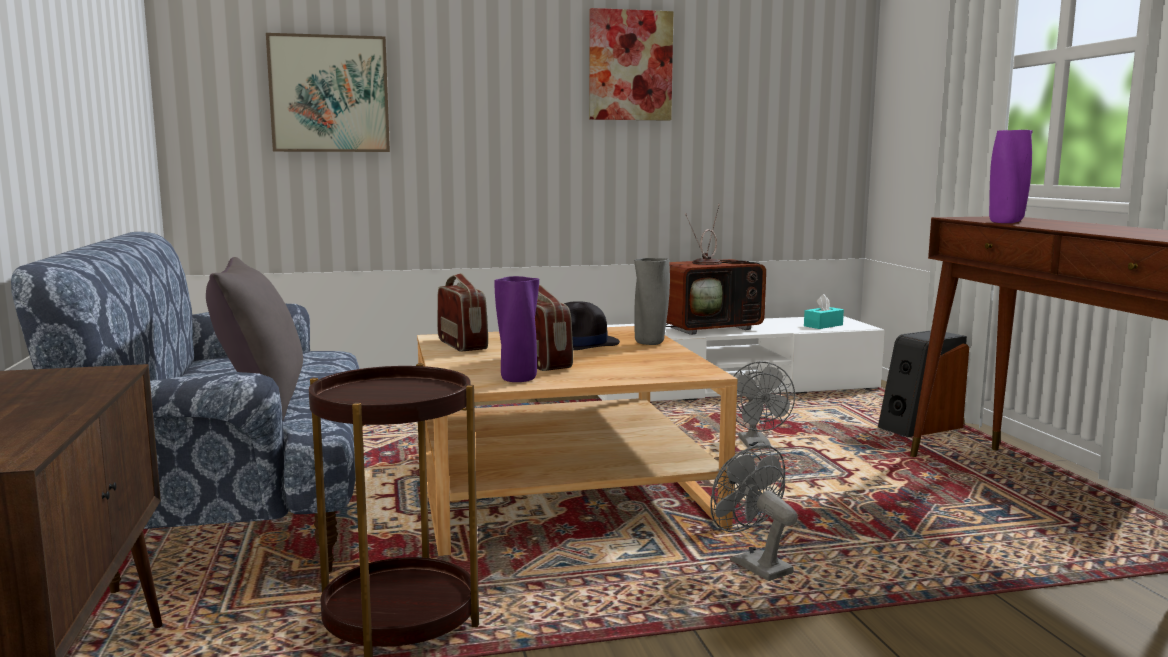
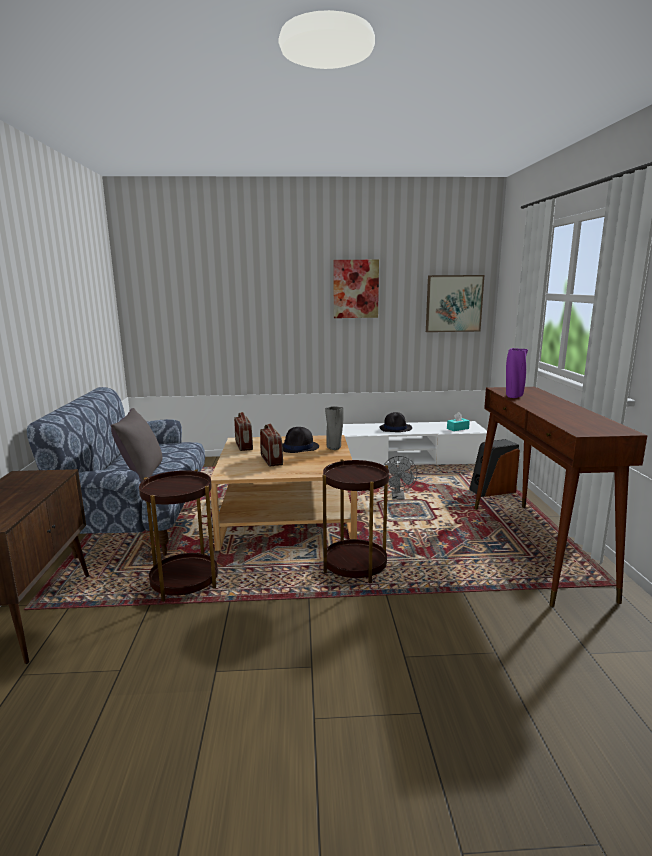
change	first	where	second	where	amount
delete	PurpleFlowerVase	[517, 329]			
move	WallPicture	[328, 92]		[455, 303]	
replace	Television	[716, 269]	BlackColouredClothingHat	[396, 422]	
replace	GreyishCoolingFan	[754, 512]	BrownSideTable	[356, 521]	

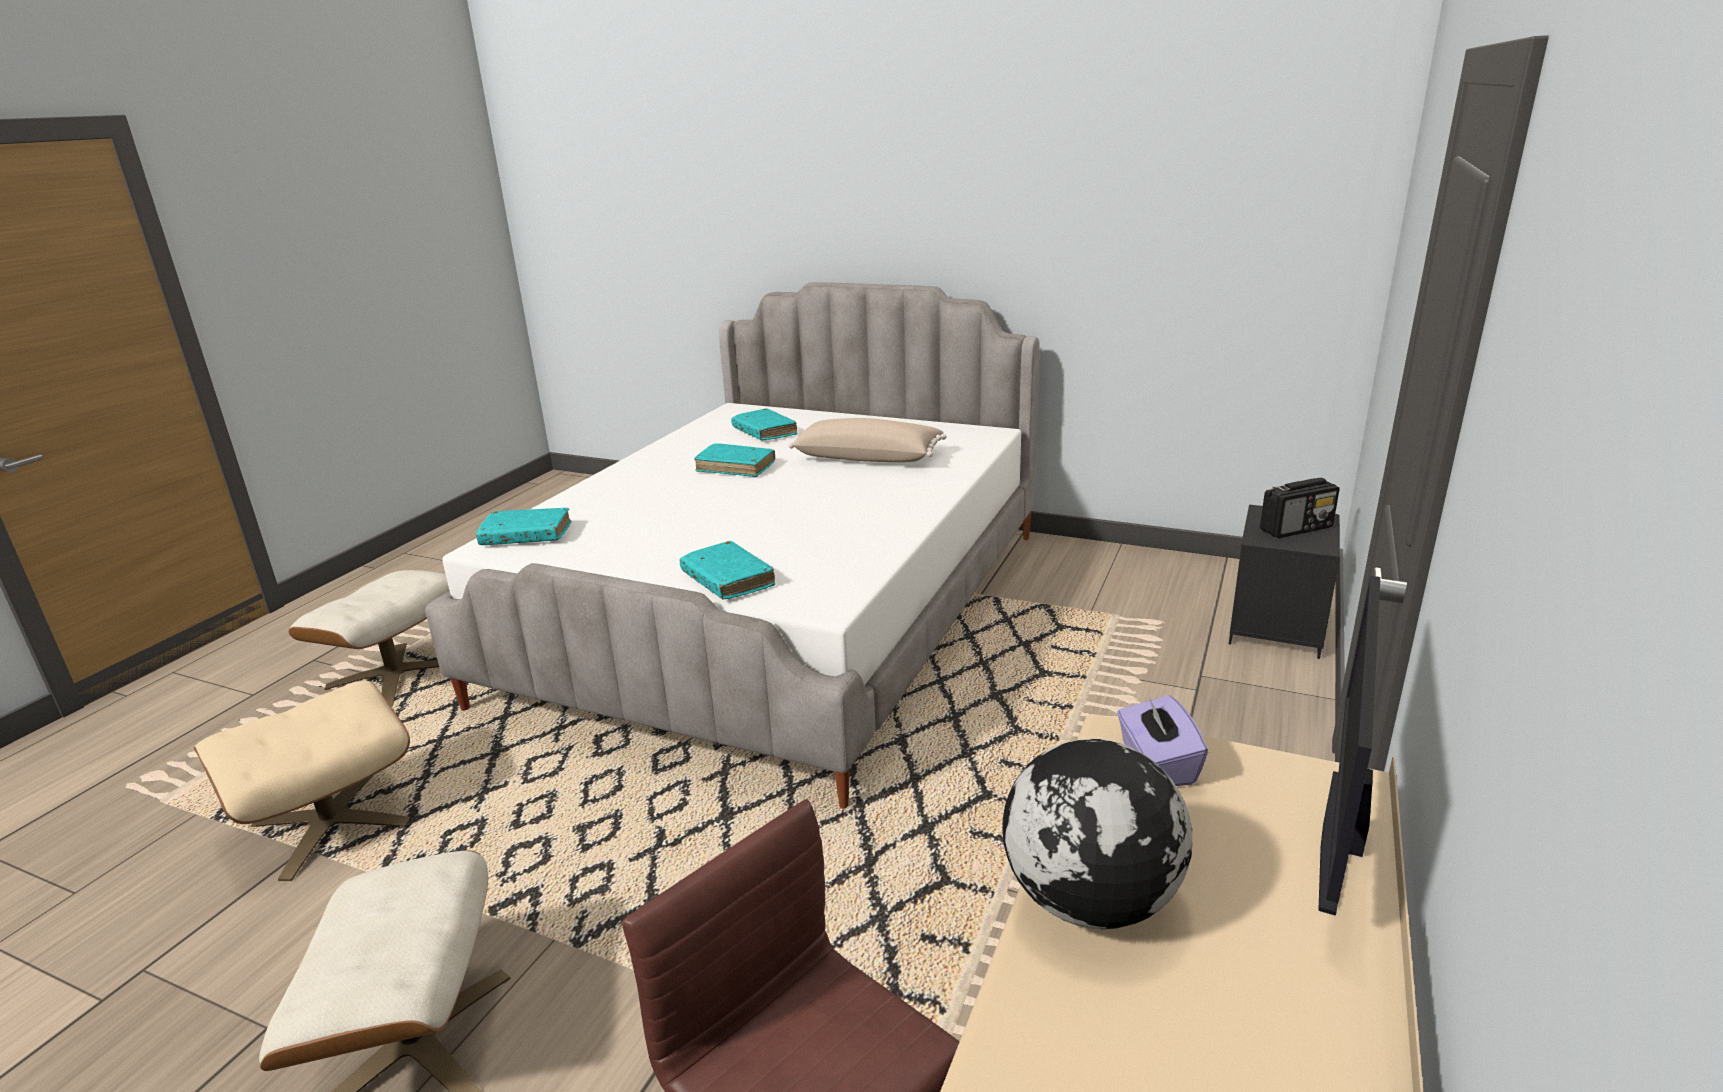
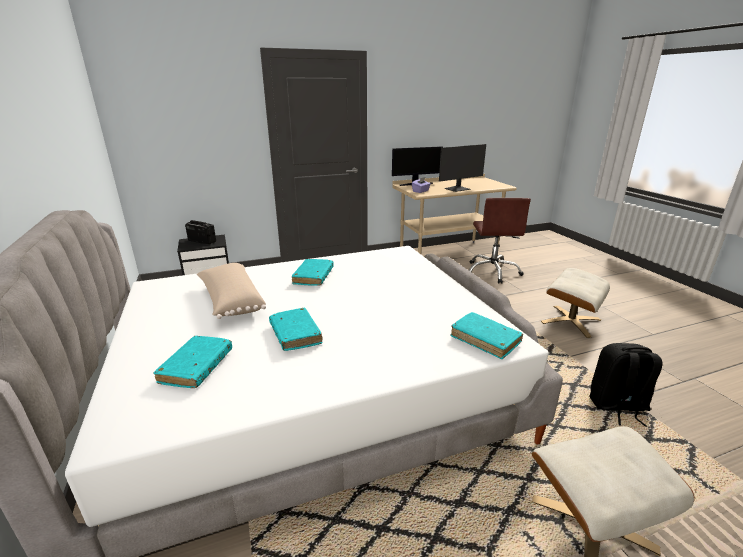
change	first	where	second	where	amount
move	BlueGreenBook	[728, 570]		[312, 272]	
replace	BeigeOttoman	[302, 781]	BlackColouredRucksack	[625, 385]	
replace	DeskGlobe	[1097, 834]	Monitor	[462, 168]	

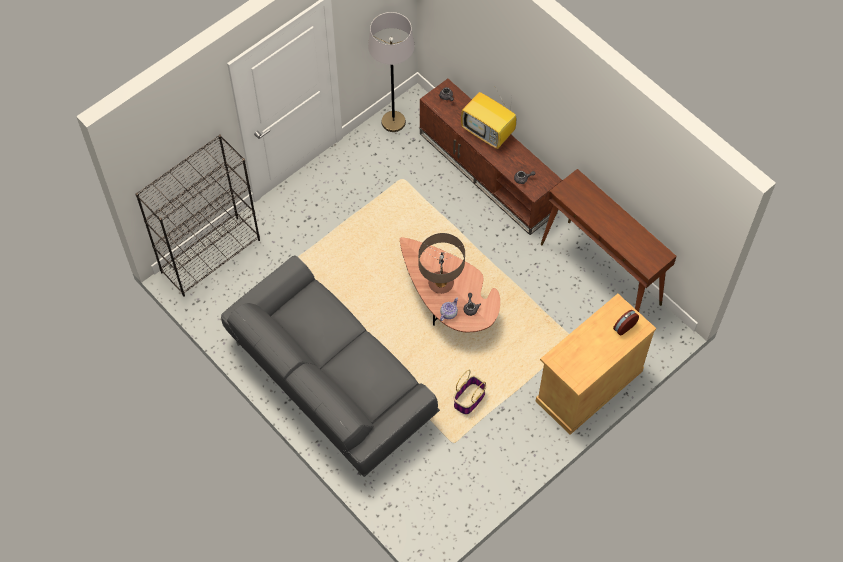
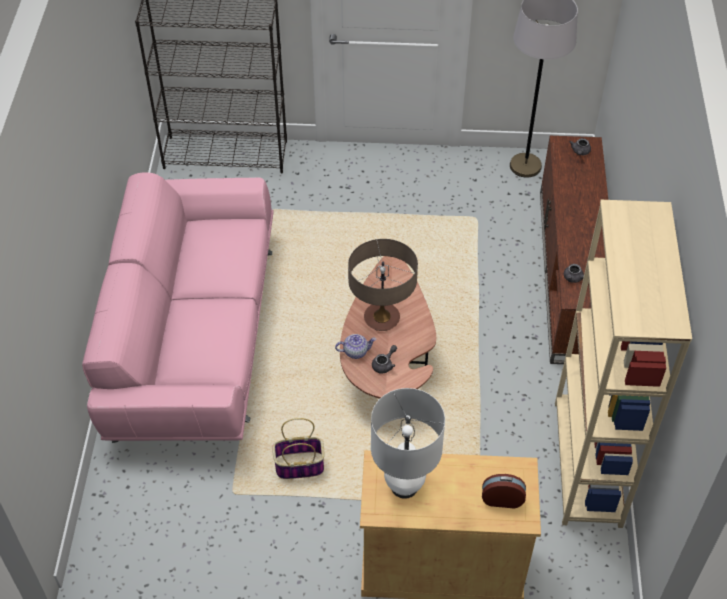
change	first	where	second	where	amount
delete	Television	[488, 118]			
insert			WhitishTableLamp	[408, 443]	
replace	BrownHallTable	[609, 240]	BeigeShelvingUnit	[623, 364]	
recolor	GreyishSettee	[330, 366]	PinkishSettee	[178, 307]	

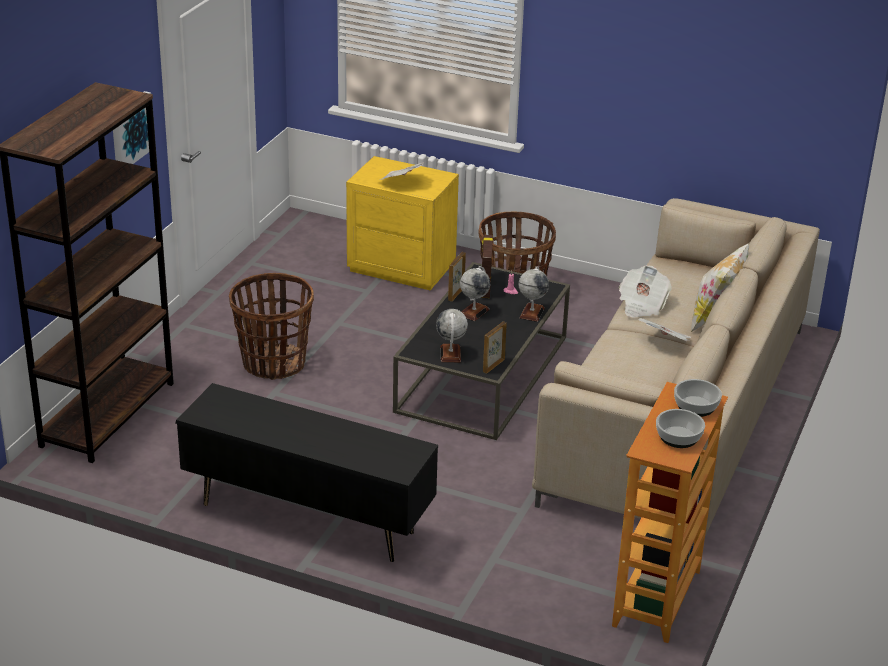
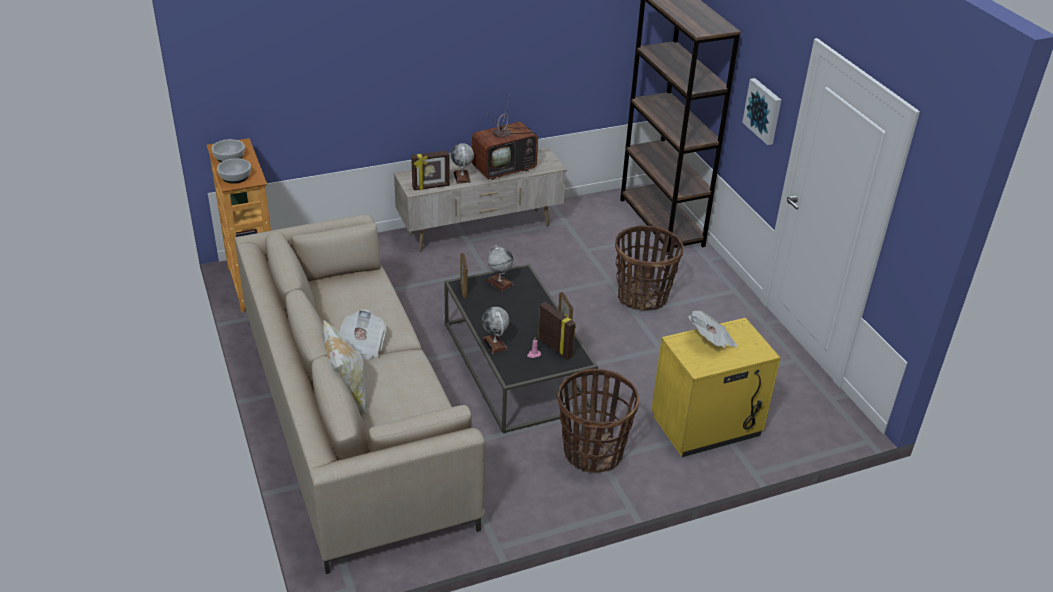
change	first	where	second	where	amount
delete	Newspaper	[645, 291]			
insert			StandingFrame	[430, 170]	
insert			Television	[505, 137]	
move	DeskGlobe	[475, 293]		[462, 163]	
recolor	BlackColouredTvUnit	[306, 472]	BeigeTvUnit	[480, 199]	

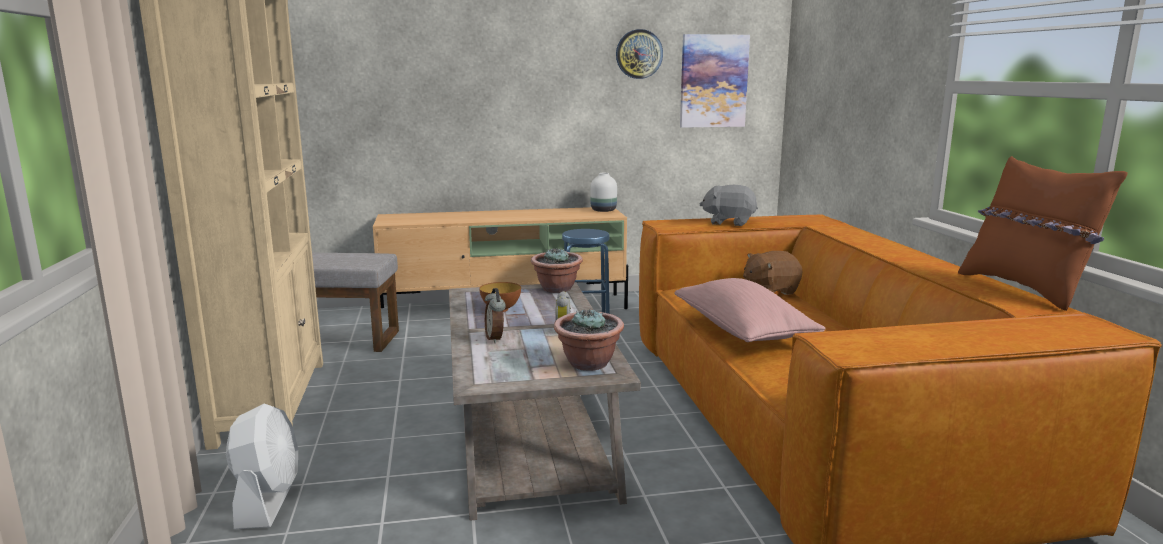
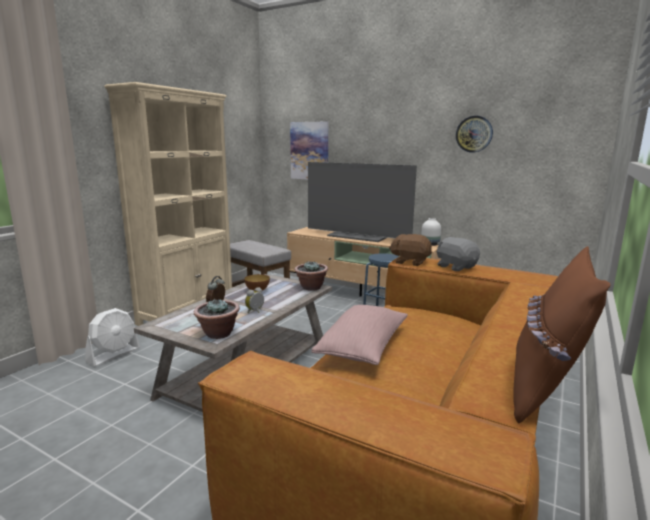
change	first	where	second	where	amount
insert			Television	[362, 202]	
move	WallPicture	[715, 81]		[309, 150]	
move	BrownSoftToy	[772, 272]		[410, 250]	

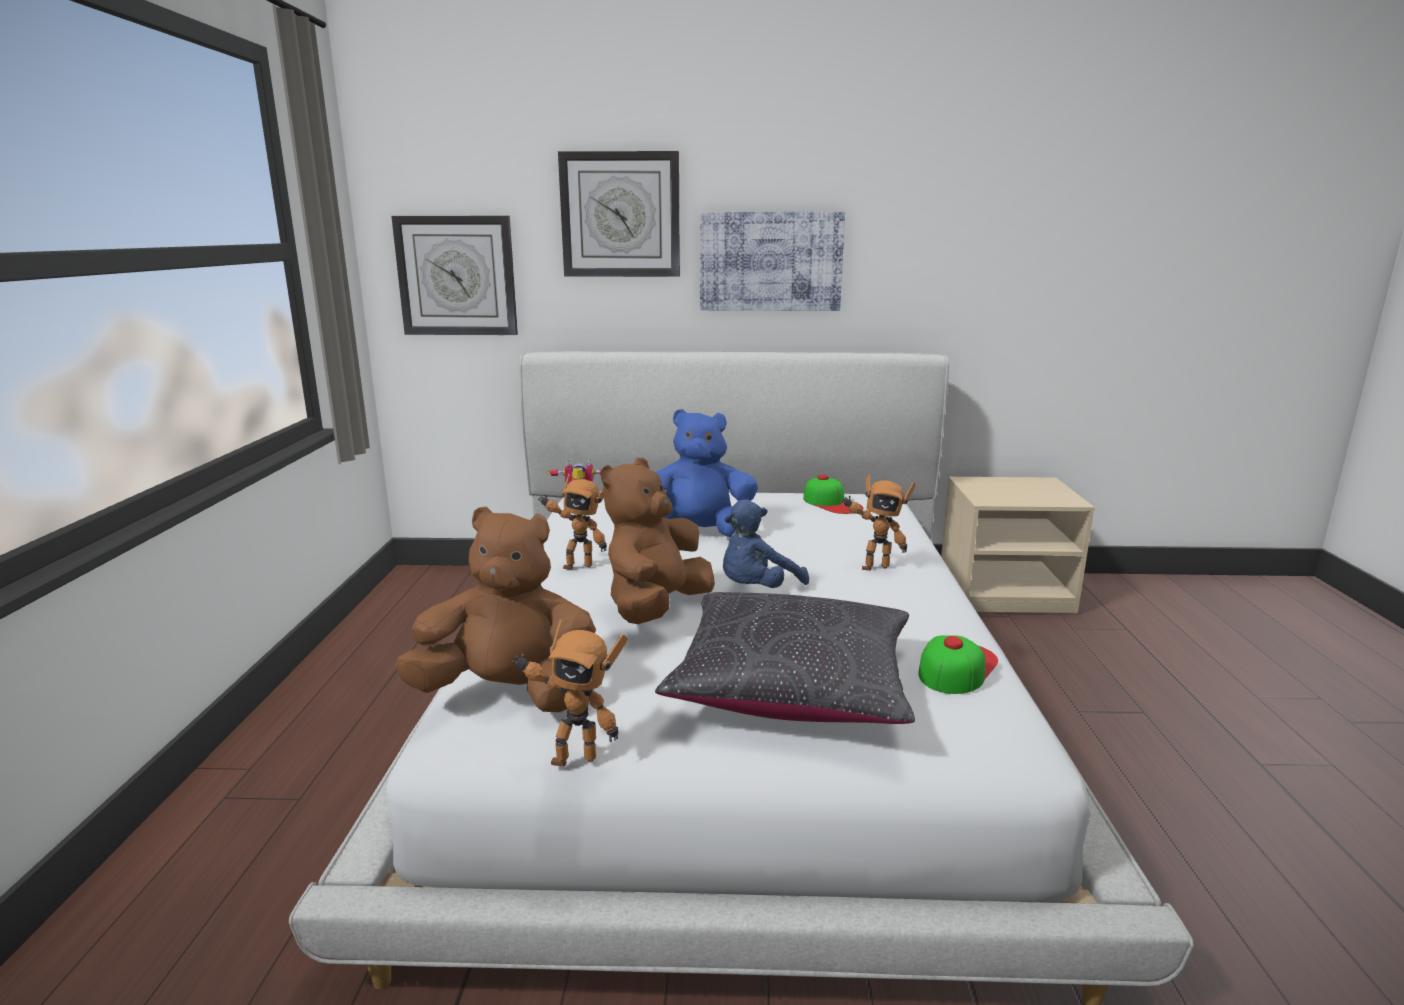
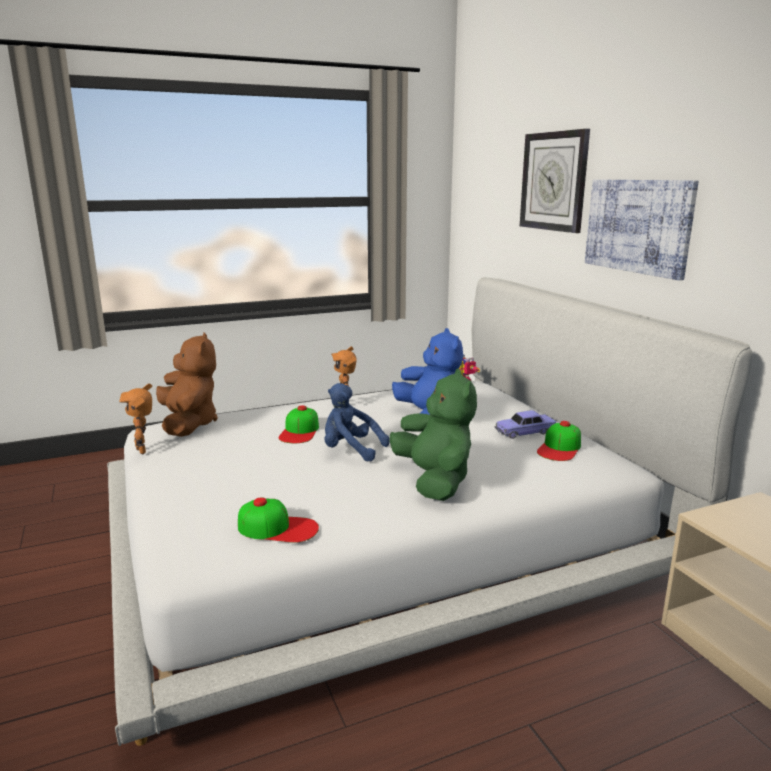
change	first	where	second	where	amount
delete	ClockOnTheWall	[454, 275]			
delete	BlackColouredPillow	[785, 658]			
insert			ToyCar	[525, 424]	
replace	BrownSoftToy	[658, 541]	BaseballCap	[299, 424]	
replace	ToyRobot	[878, 523]	GreenSoftToy	[433, 435]	

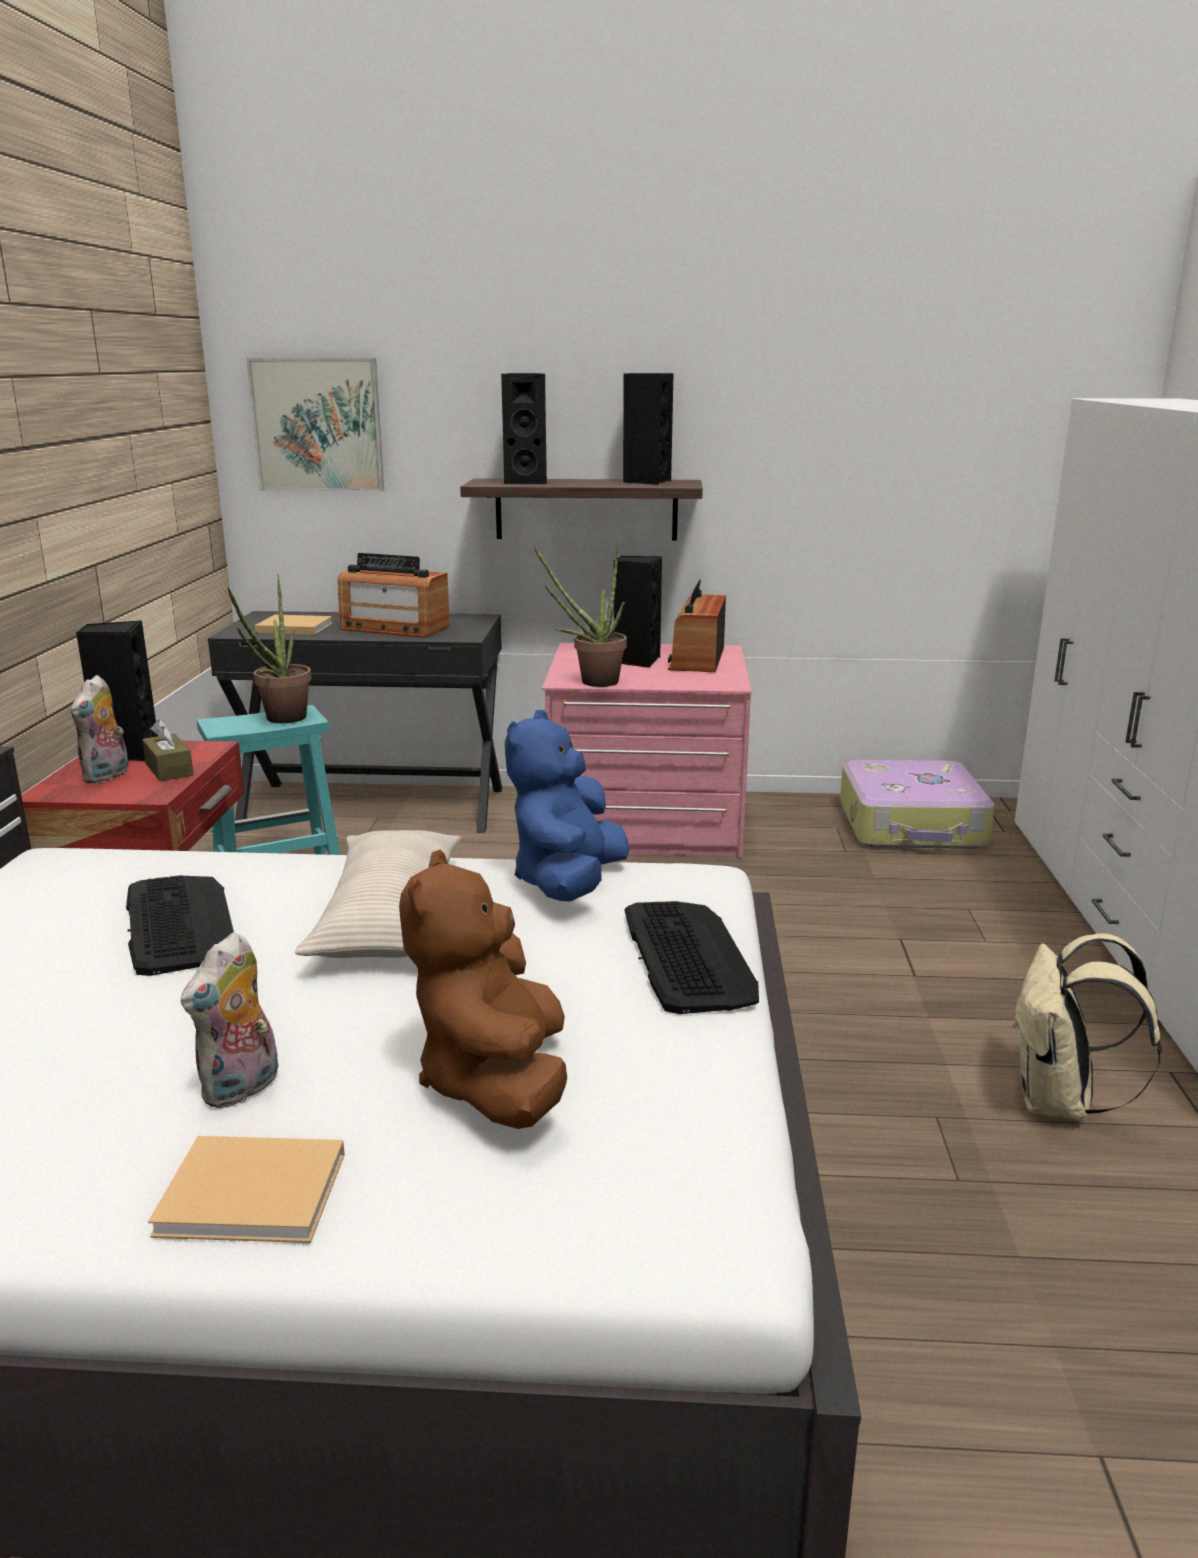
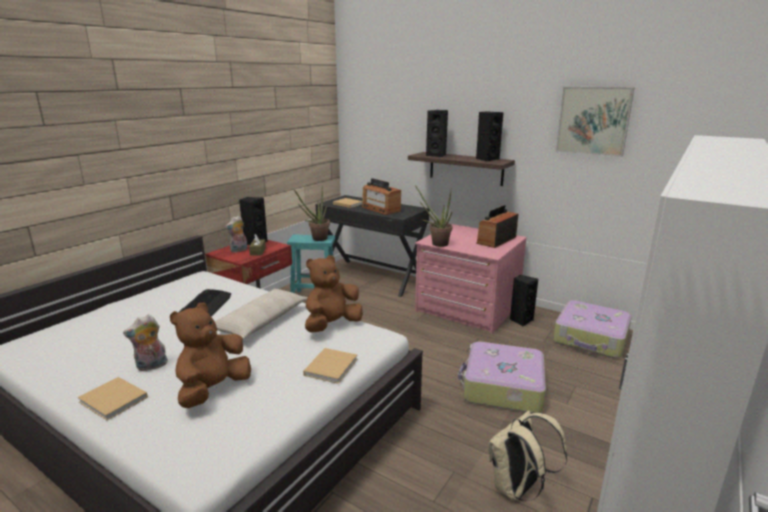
change	first	where	second	where	amount
insert			TravelCase	[502, 377]	
move	WallPicture	[315, 424]		[595, 122]	
move	BlackColouredAudioSpeaker	[638, 612]		[524, 300]	
replace	ComputerKeyboard	[692, 957]	BeigeBook	[330, 366]	
recolor	BlueSoftToy	[567, 805]	BrownSoftToy	[334, 294]	

